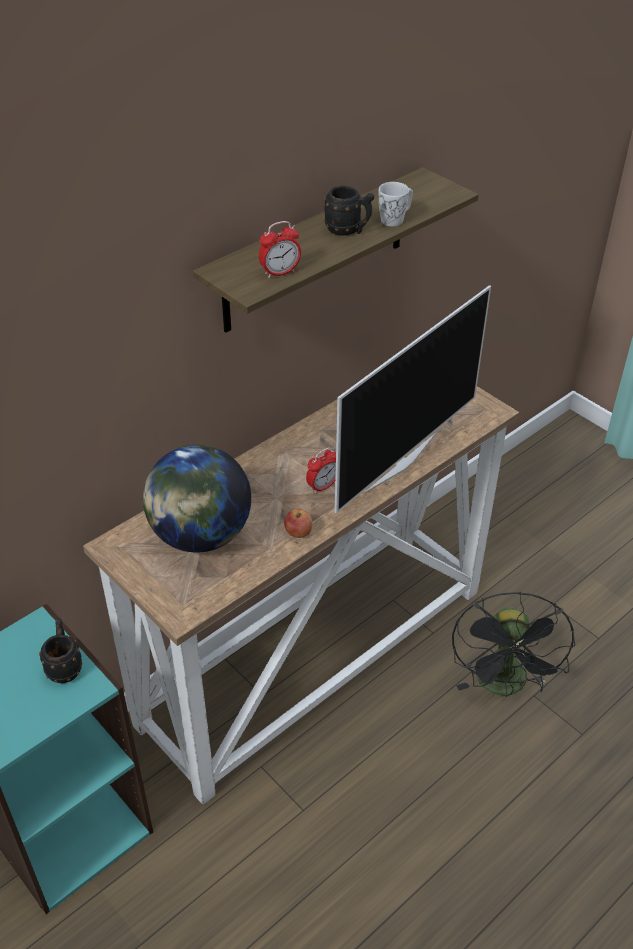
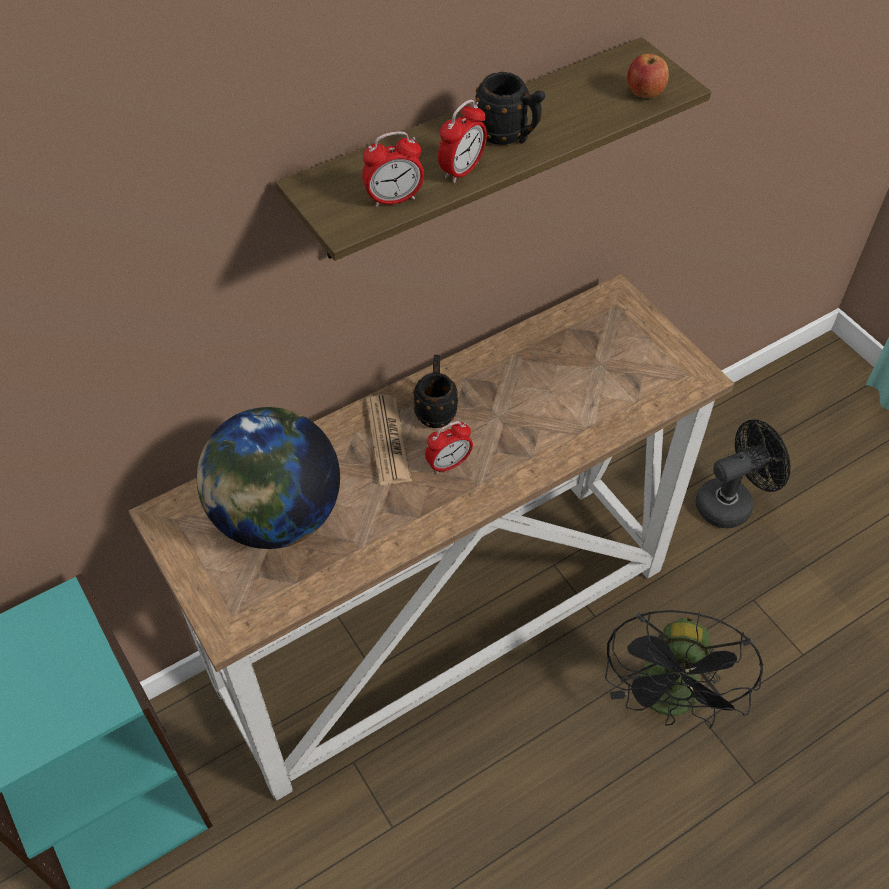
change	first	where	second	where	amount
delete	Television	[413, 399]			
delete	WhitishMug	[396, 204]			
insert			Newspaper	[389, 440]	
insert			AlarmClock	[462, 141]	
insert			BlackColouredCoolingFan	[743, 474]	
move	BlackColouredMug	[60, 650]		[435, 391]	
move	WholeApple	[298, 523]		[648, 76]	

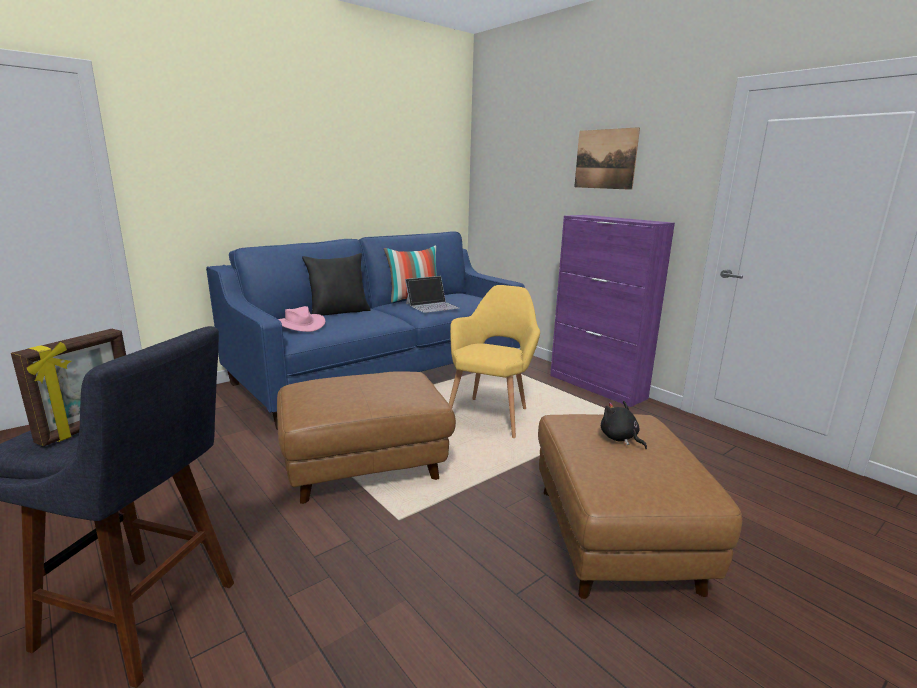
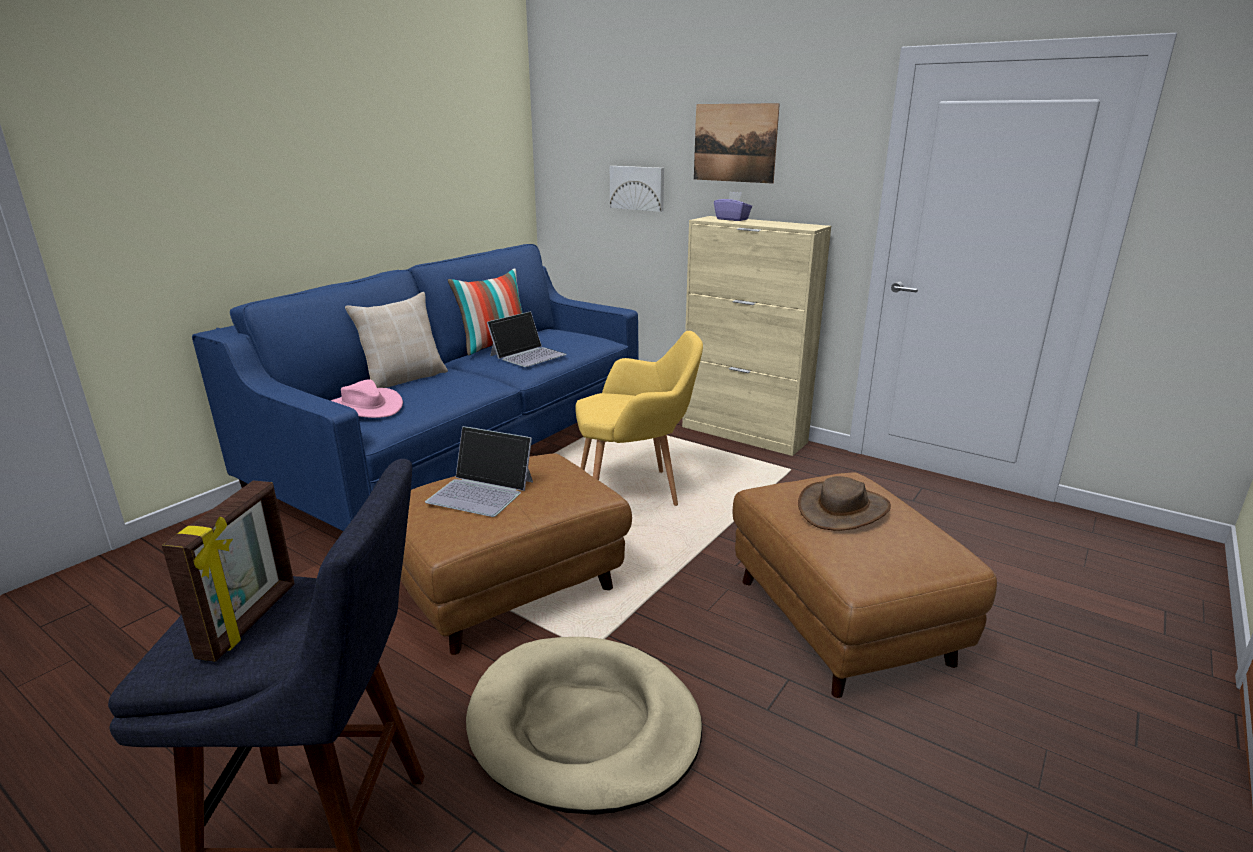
change	first	where	second	where	amount
insert			Laptop	[479, 471]	
insert			BeigeDogBed	[584, 726]	
insert			WallPicture	[637, 189]	
insert			PurpleTissueHolder	[733, 206]	
replace	BlackColouredSoftToy	[624, 425]	BrownClothingHat	[844, 503]	
recolor	BlackColouredPillow	[336, 284]	BeigePillow	[396, 340]	
recolor	PurpleStorageCabinet	[612, 311]	BeigeStorageCabinet	[756, 336]	
rotate	YellowishArmchair	[494, 361]		[639, 418]	75 degrees clockwise

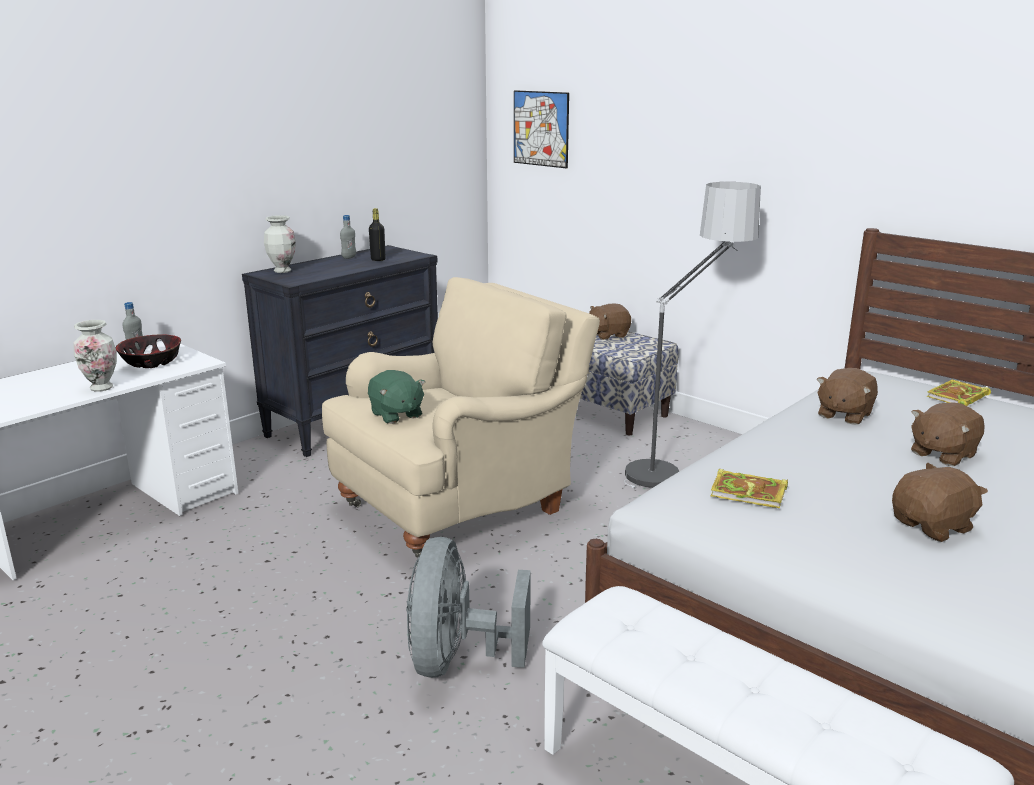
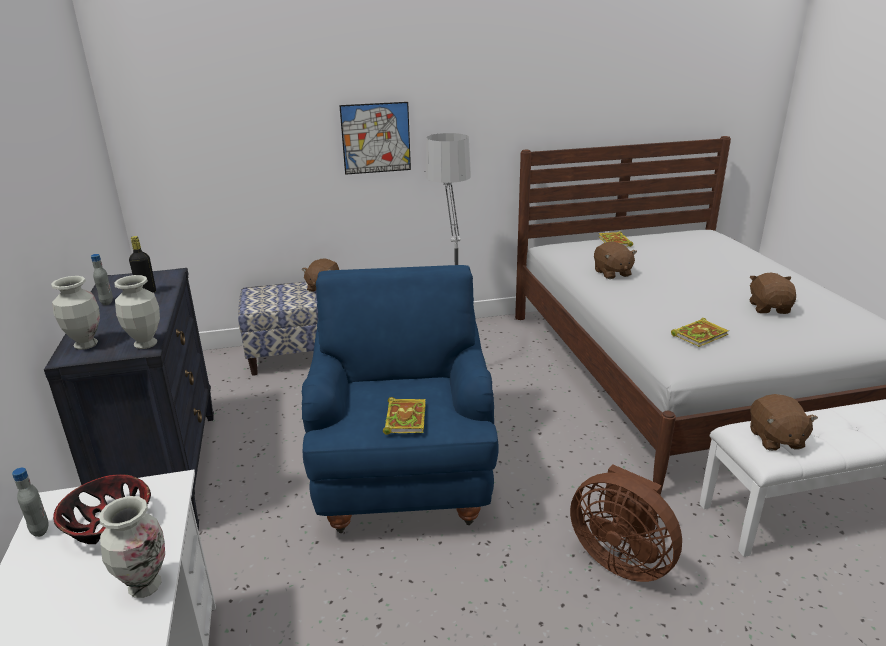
change	first	where	second	where	amount
insert			FlowerVase	[137, 312]	
move	WallPicture	[541, 129]		[375, 138]	
move	BrownSoftToy	[948, 434]		[784, 422]	
replace	GreenSoftToy	[396, 397]	Book	[404, 416]	
recolor	BeigeArmchair	[461, 417]	BlueArmchair	[400, 399]	
recolor	GreyishCoolingFan	[468, 607]	BrownCoolingFan	[626, 523]	

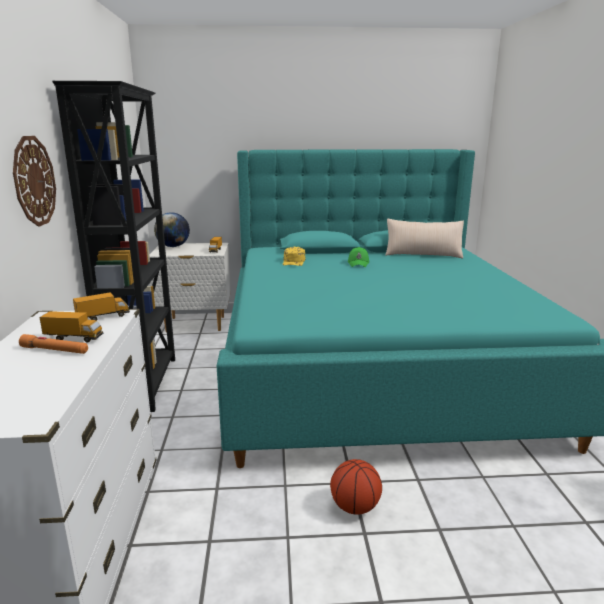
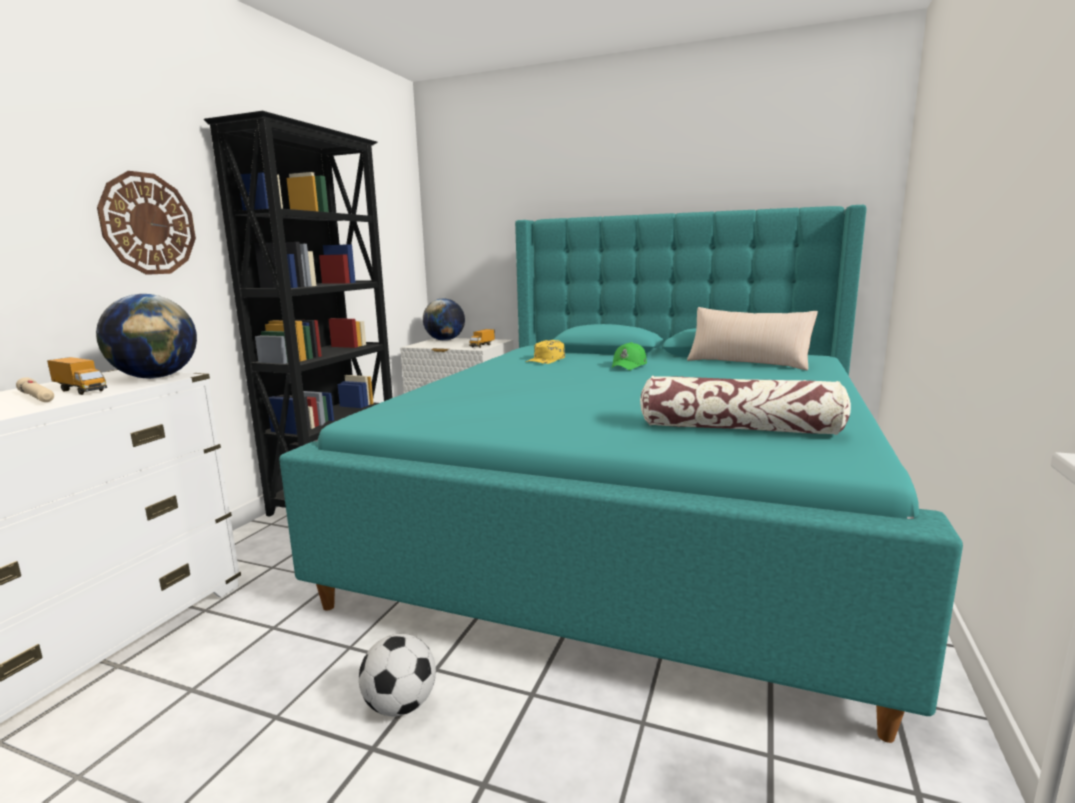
change	first	where	second	where	amount
insert			Pillow	[745, 405]	
replace	ModelTruck	[101, 307]	DeskGlobe	[146, 336]	
replace	BasketballBall	[356, 487]	BallForFootball	[397, 675]	
recolor	OrangeColouredTorch	[53, 344]	BeigeTorch	[35, 389]	

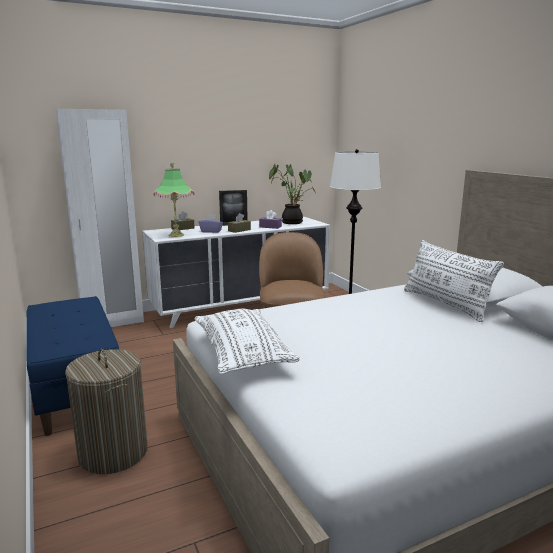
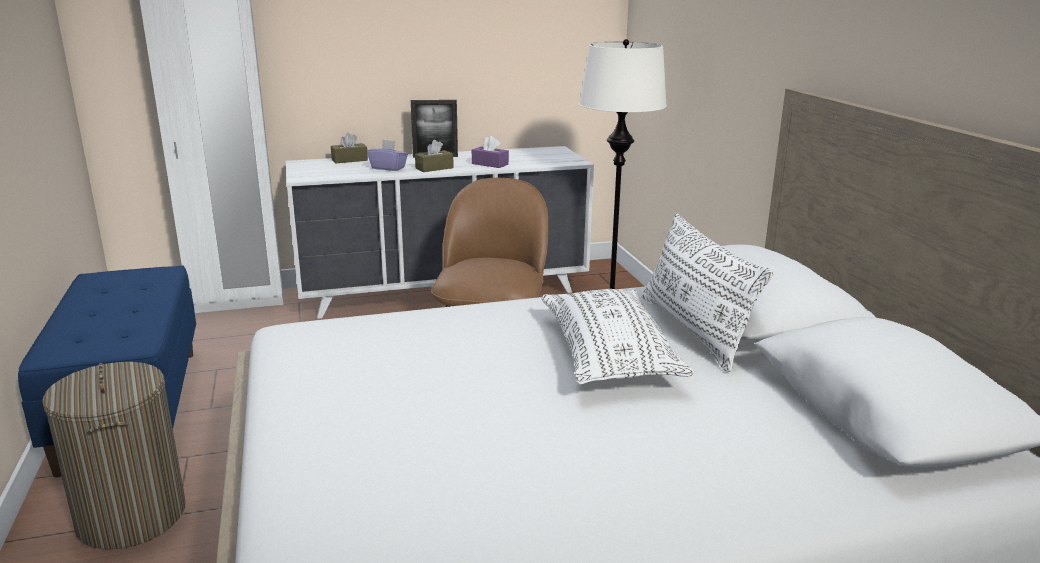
change	first	where	second	where	amount
delete	TableLamp	[174, 200]			
delete	Houseplant	[292, 194]			
move	WhitishPillow	[247, 342]		[617, 337]	

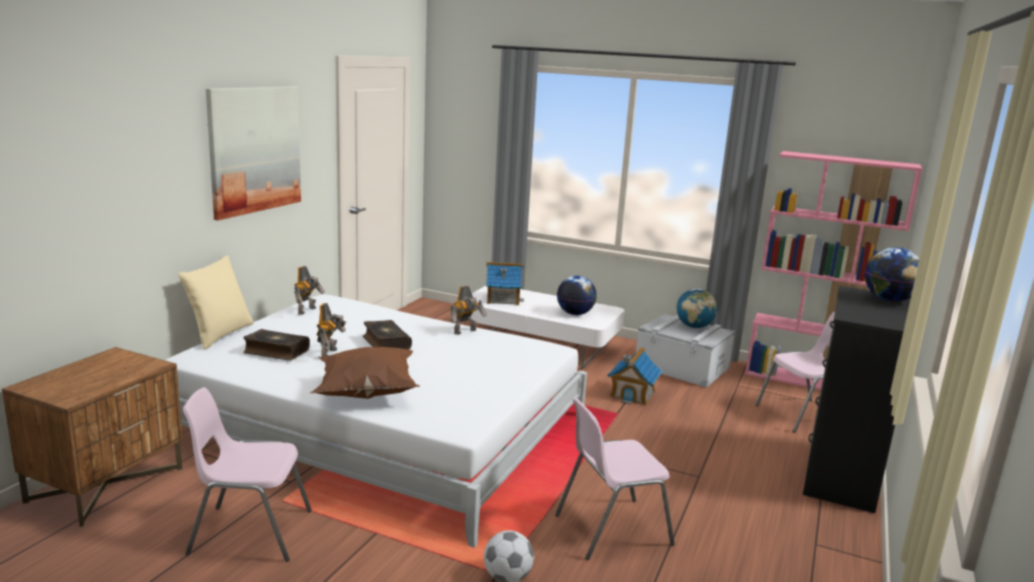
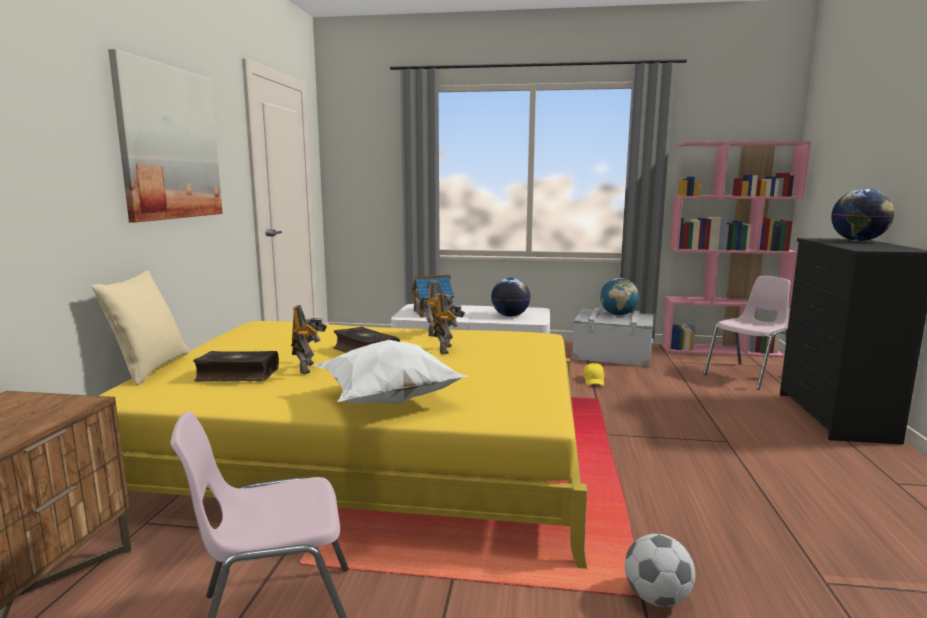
change	first	where	second	where	amount
delete	PinkishChair	[615, 479]			
move	ToyRobot	[309, 290]		[449, 324]	
replace	ModelHouse	[635, 376]	YellowishBaseballCap	[593, 374]	
recolor	WhitishBedroomBed	[376, 421]	YellowishBedroomBed	[343, 445]	
recolor	BrownPillow	[365, 373]	WhitishPillow	[390, 372]	

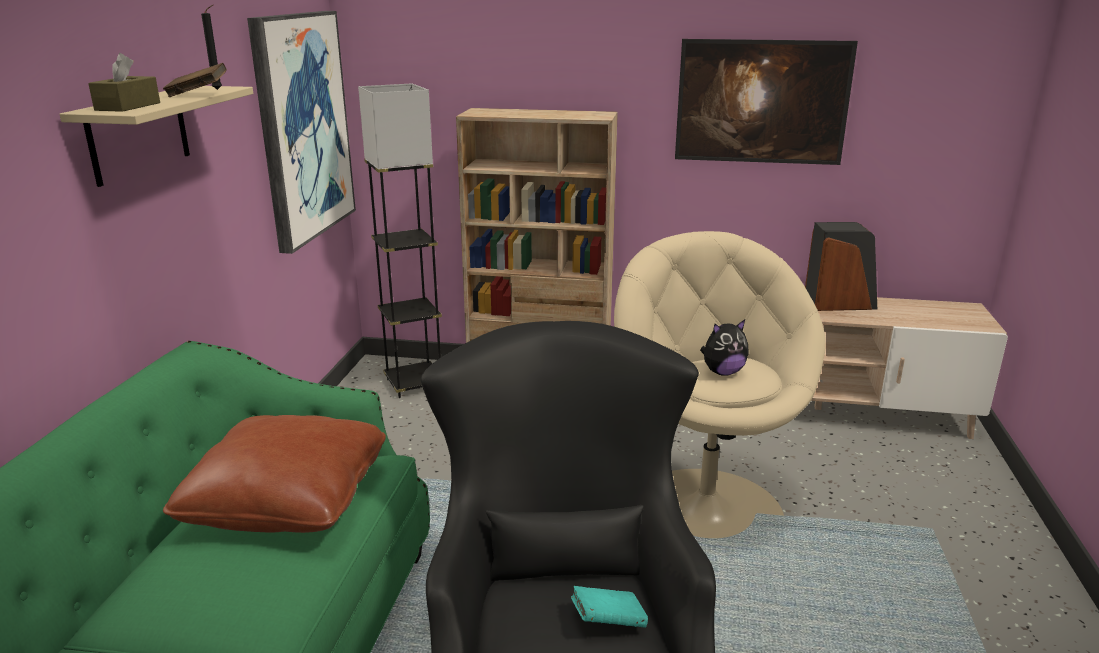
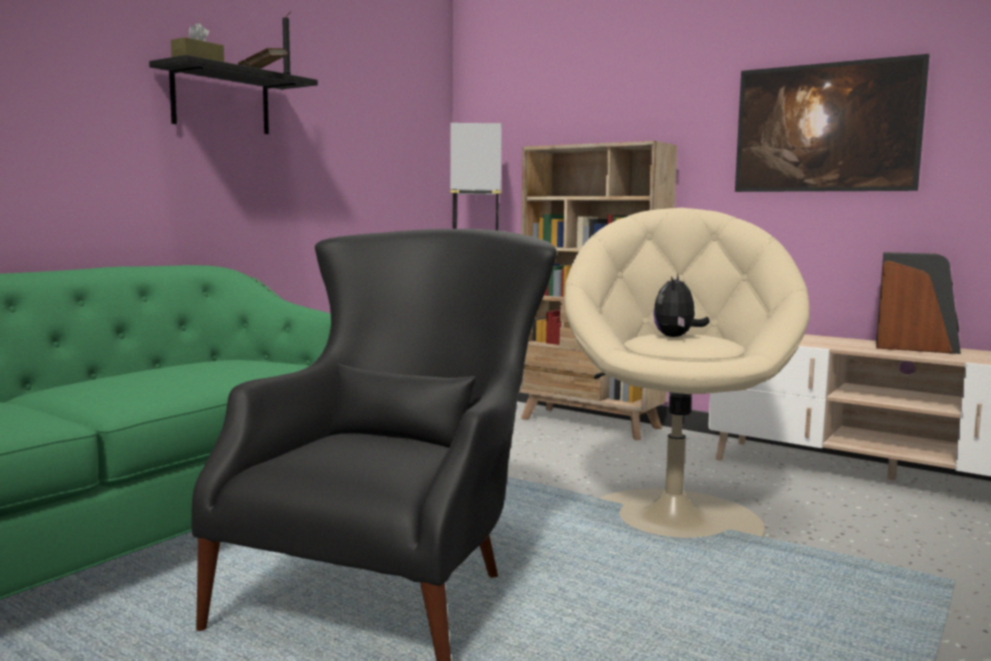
change	first	where	second	where	amount
delete	BrownPillow	[274, 474]			
delete	WallPicture	[301, 132]			
delete	BlueGreenBook	[609, 607]			
recolor	BeigeBracketShelf	[156, 136]	BlackColouredBracketShelf	[233, 94]	
rotate	SoftToy	[724, 348]		[681, 305]	105 degrees clockwise

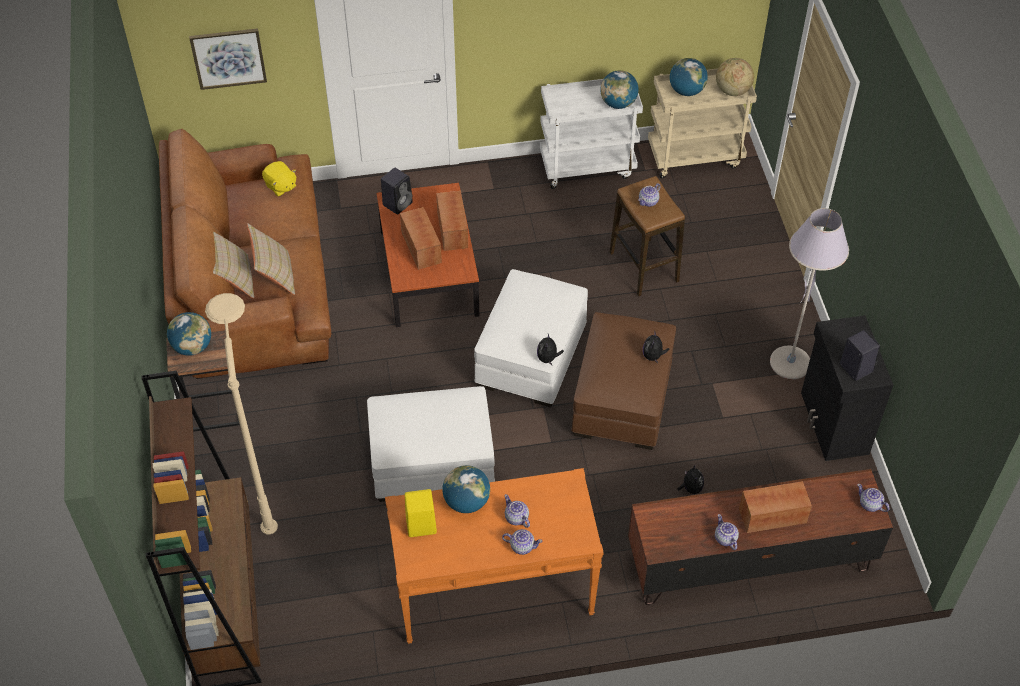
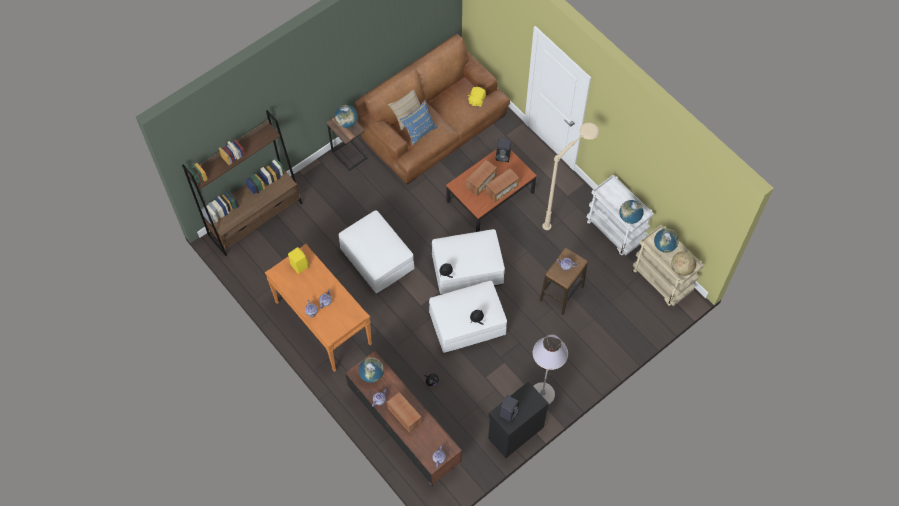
change	first	where	second	where	amount
delete	WallPicture	[228, 59]			
move	BeigeStandardLamp	[241, 413]		[570, 176]	
move	DeskGlobe	[466, 489]		[371, 370]	
recolor	BeigePillow	[271, 259]	BluePillow	[419, 123]	
recolor	BrownOttoman	[623, 381]	WhitishOttoman	[468, 317]	

